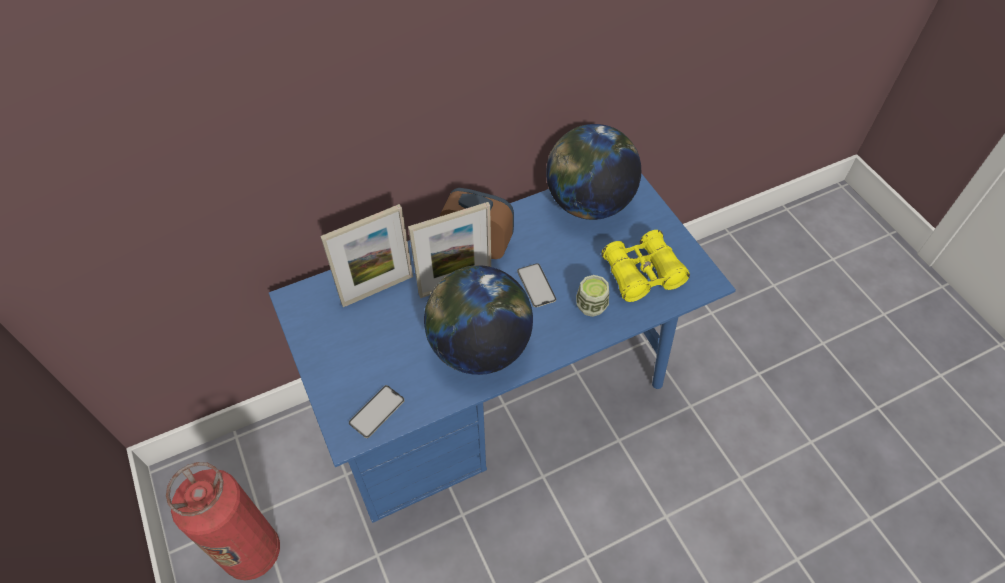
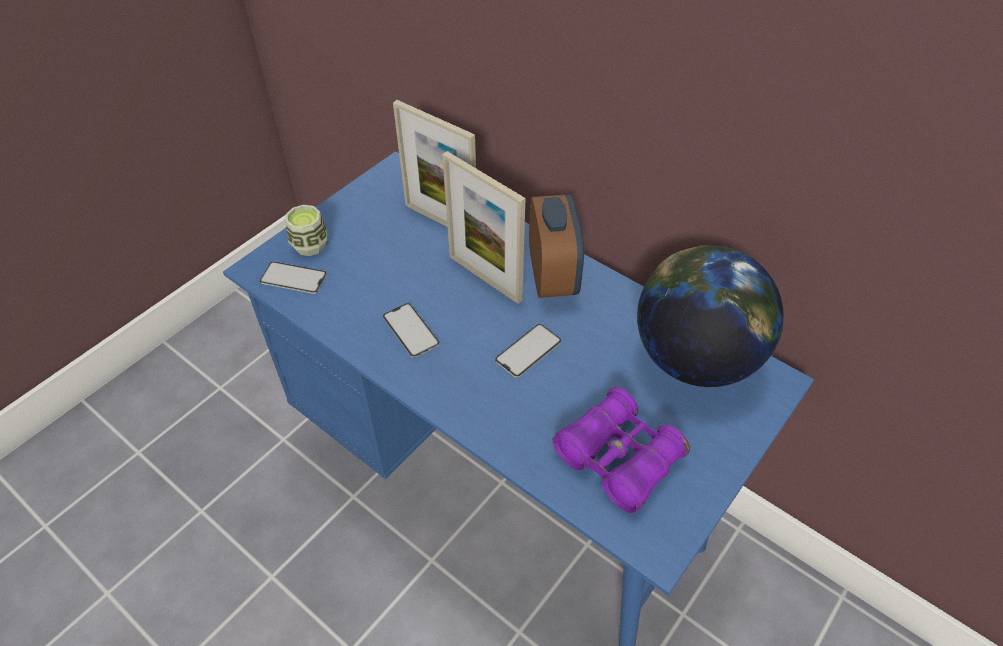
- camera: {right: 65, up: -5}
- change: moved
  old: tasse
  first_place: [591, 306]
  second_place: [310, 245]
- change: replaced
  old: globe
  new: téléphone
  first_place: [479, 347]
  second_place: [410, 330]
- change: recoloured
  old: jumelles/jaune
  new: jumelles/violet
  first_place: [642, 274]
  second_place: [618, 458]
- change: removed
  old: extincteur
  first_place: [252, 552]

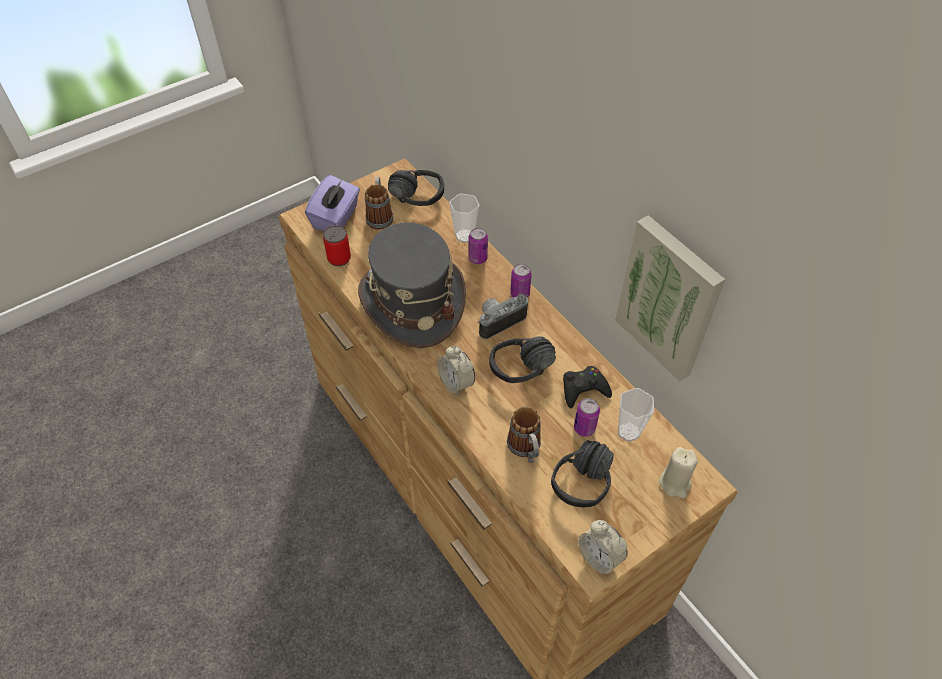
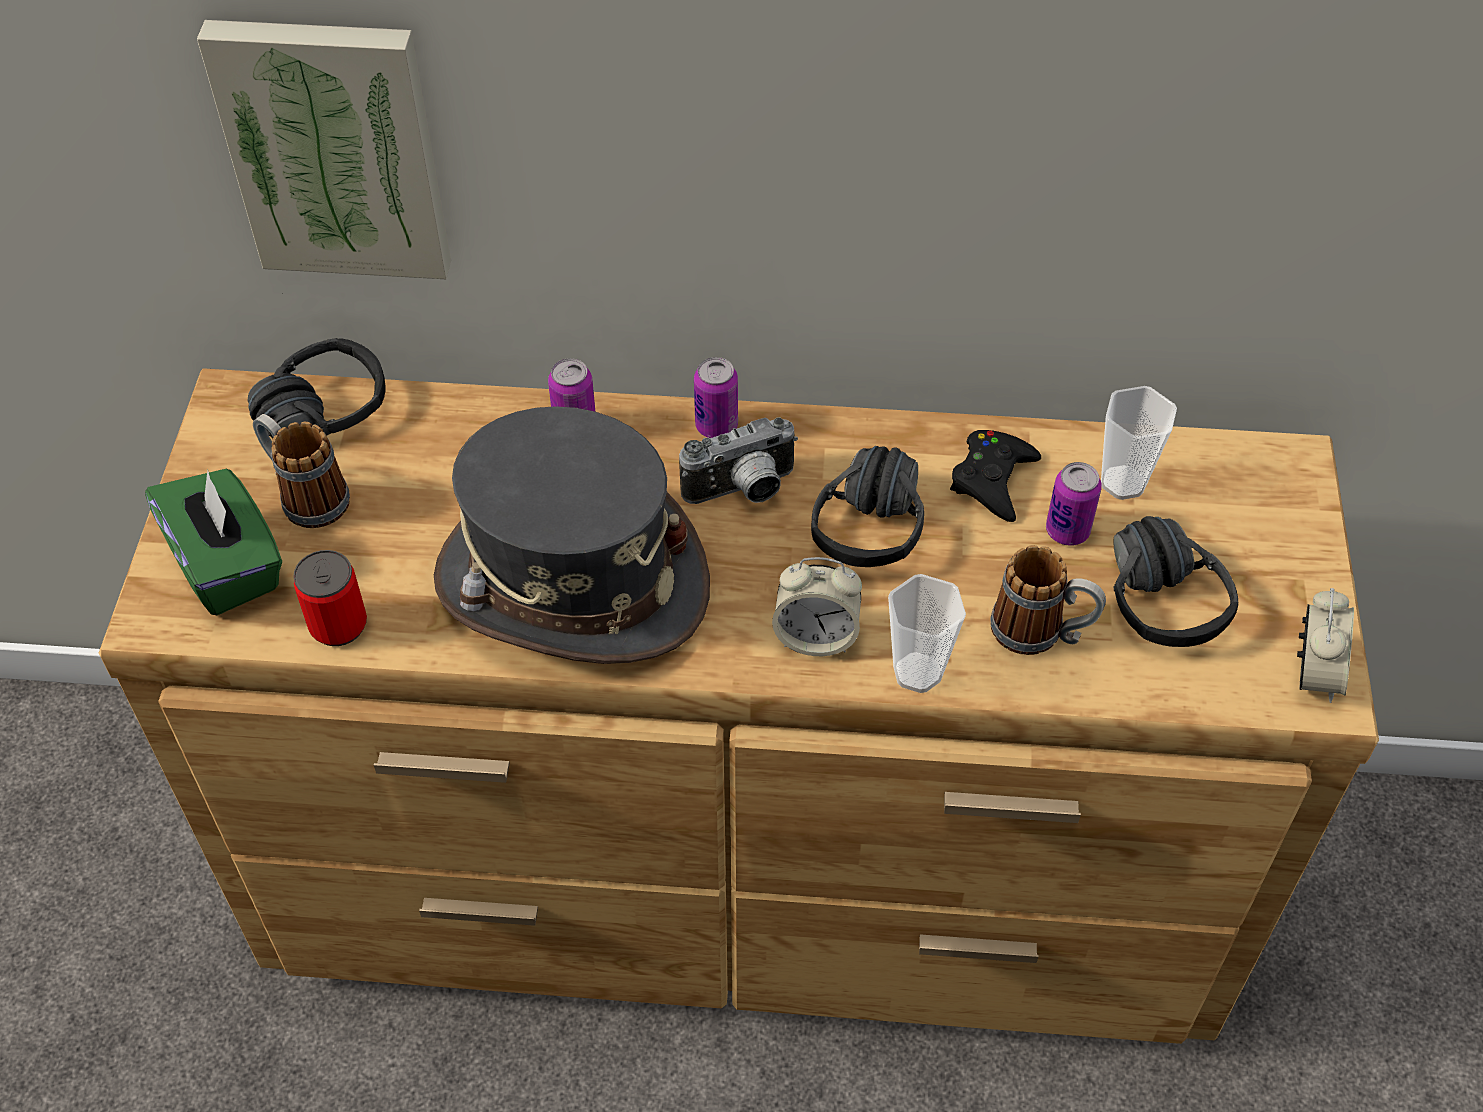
- camera: {right: -50, up: 0}
- change: recoloured
  old: boîte à mouchoirs/violet
  new: boîte à mouchoirs/vert
  first_place: [336, 218]
  second_place: [228, 565]
- change: moved
  old: tableau
  first_place: [670, 298]
  second_place: [335, 147]
- change: turned
  old: appareil photo
  first_place: [499, 321]
  second_place: [743, 491]
  degrees: -120
- change: moved
  old: tasse
  first_place: [464, 236]
  second_place: [917, 672]
- change: turned
  old: réveil
  first_place: [599, 557]
  second_place: [1314, 674]
  degrees: -75
- change: removed
  old: bougie/beige
  first_place: [675, 483]

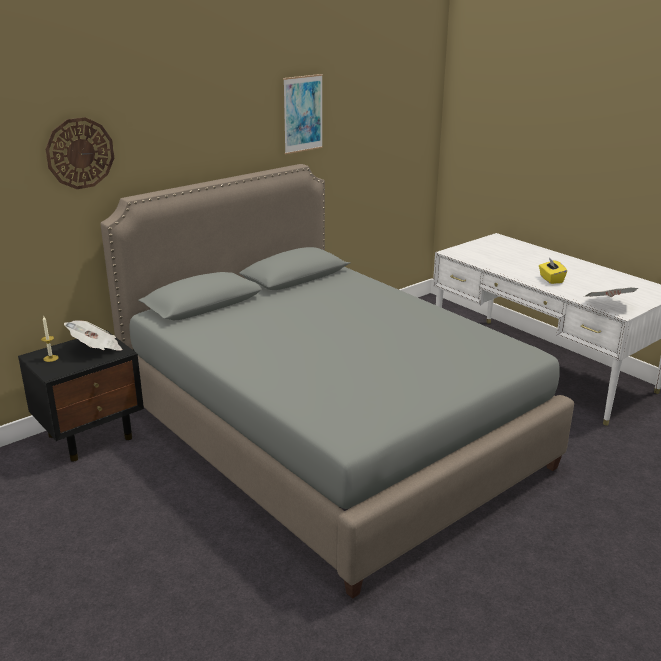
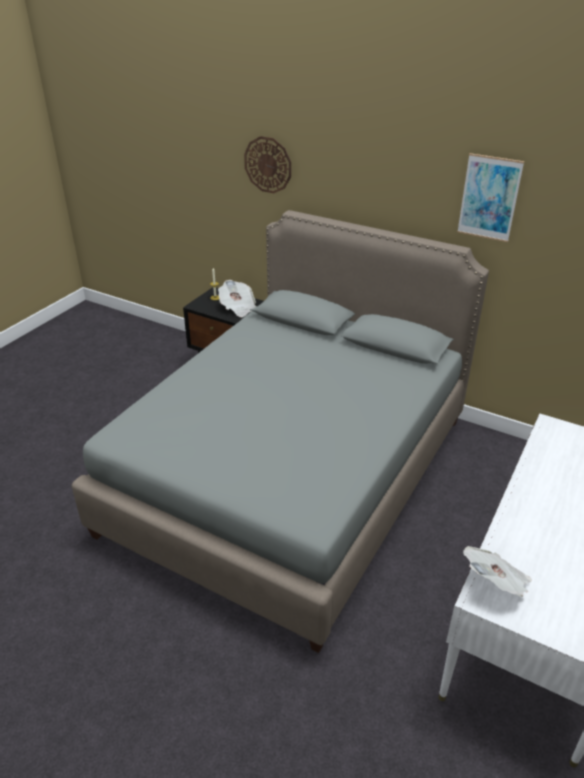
- camera: {right: 70, up: 10}
- change: removed
  old: boîte à mouchoirs/jaune
  first_place: [551, 279]

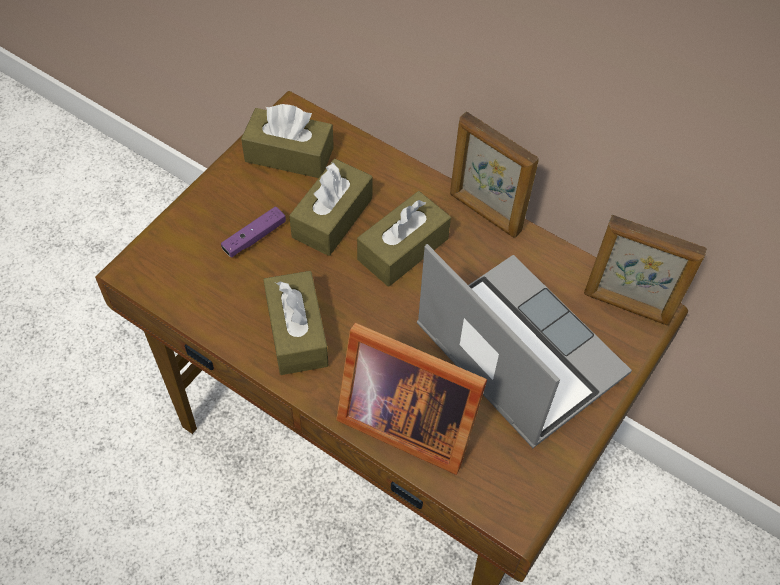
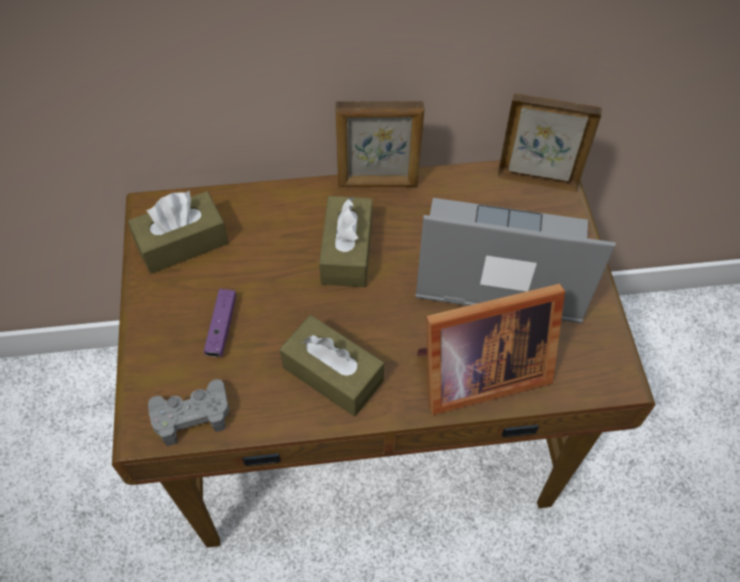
- camera: {right: -40, up: 0}
- change: added
  new: manette/gris
  second_place: [192, 415]
- change: turned
  old: cadre photo
  first_place: [627, 306]
  second_place: [536, 180]
  degrees: -150
- change: removed
  old: boîte à mouchoirs/marron
  first_place: [332, 218]

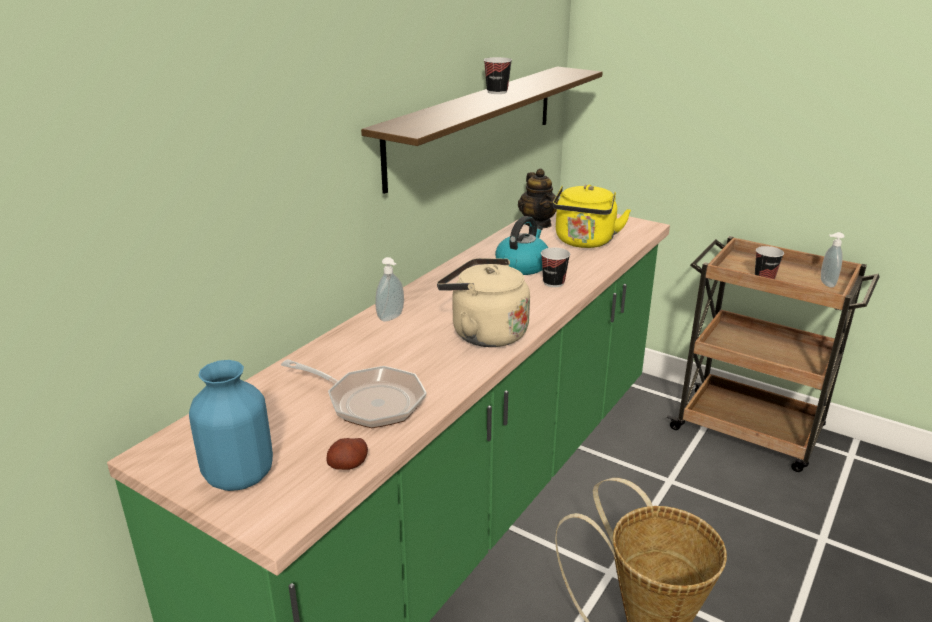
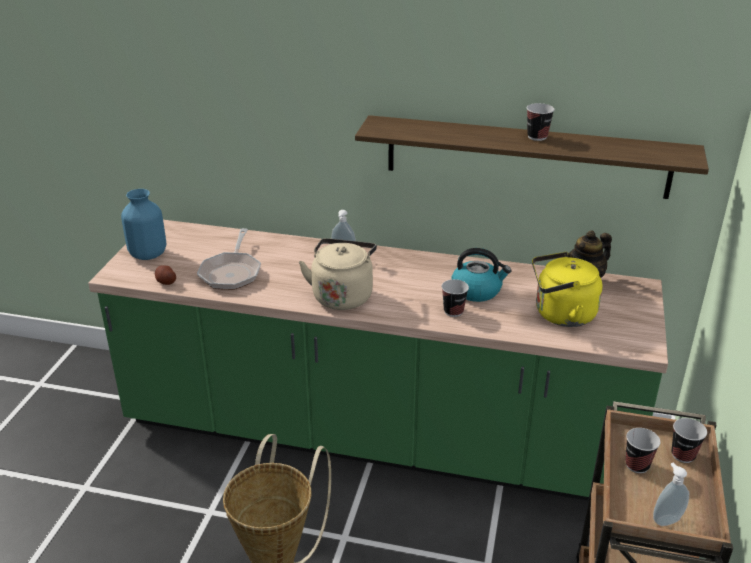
- camera: {right: 70, up: 5}
- change: added
  new: tasse
  second_place: [683, 455]

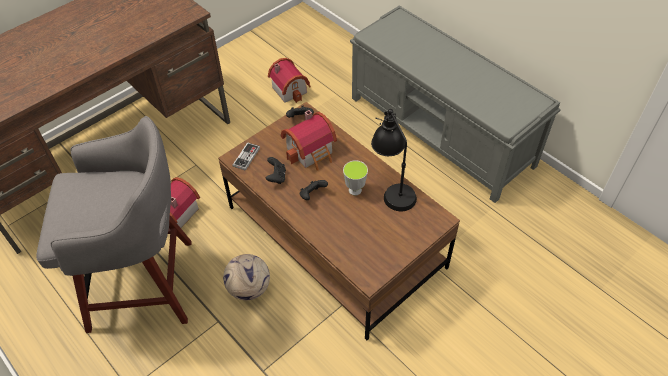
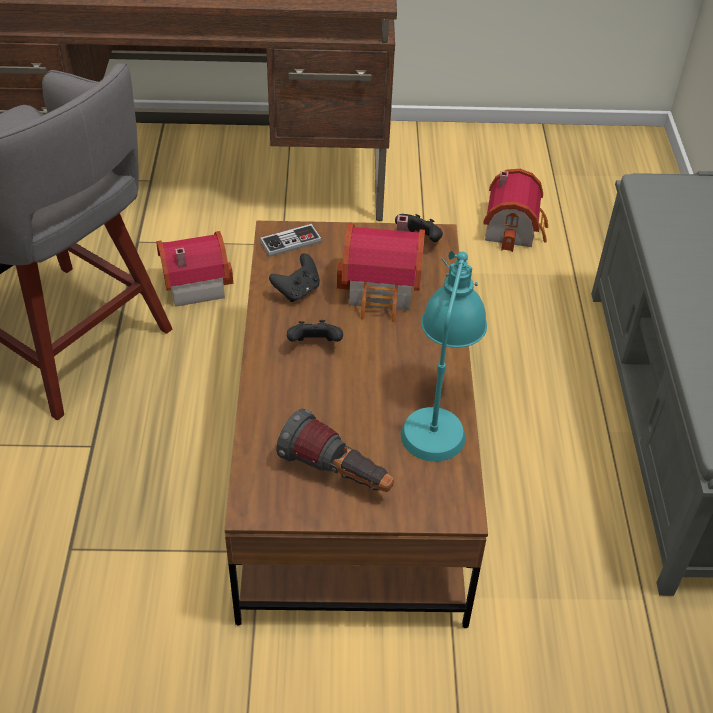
- camera: {right: 40, up: -5}
- change: added
  new: lampe de poche
  second_place: [337, 474]
- change: recoloured
  old: lampe de table/noir
  new: lampe de table/turquoise
  first_place: [392, 188]
  second_place: [437, 414]
- change: removed
  old: ballon de foot
  first_place: [248, 288]
- change: removed
  old: tasse
  first_place: [355, 190]

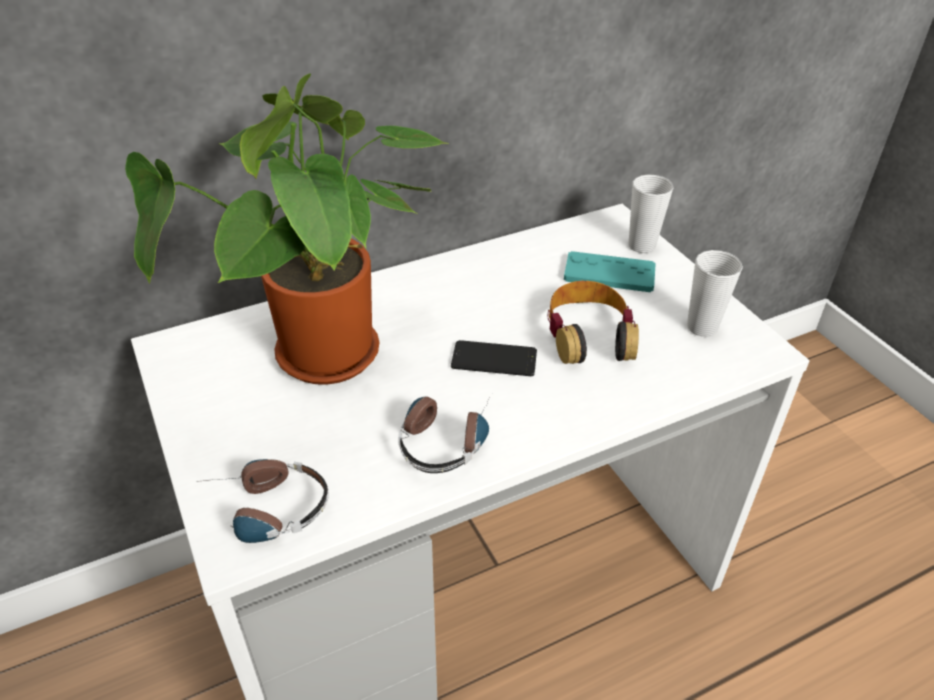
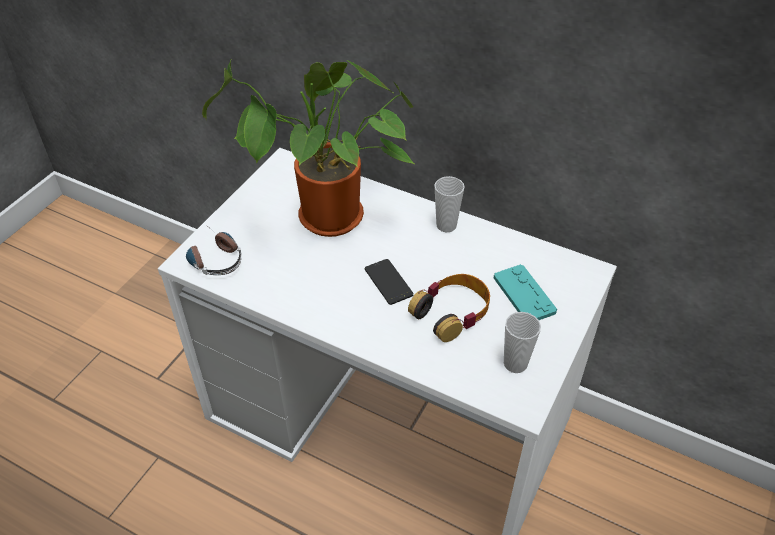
- camera: {right: 55, up: 5}
- change: moved
  old: tasse
  first_place: [641, 245]
  second_place: [446, 225]
- change: removed
  old: casque audio
  first_place: [446, 436]

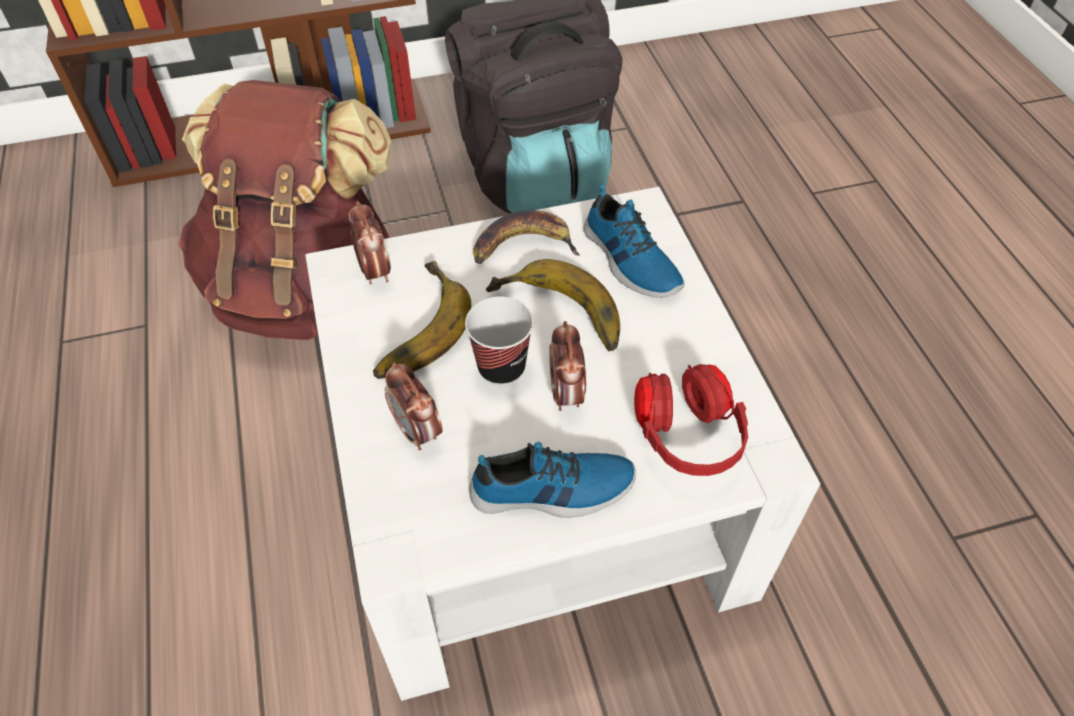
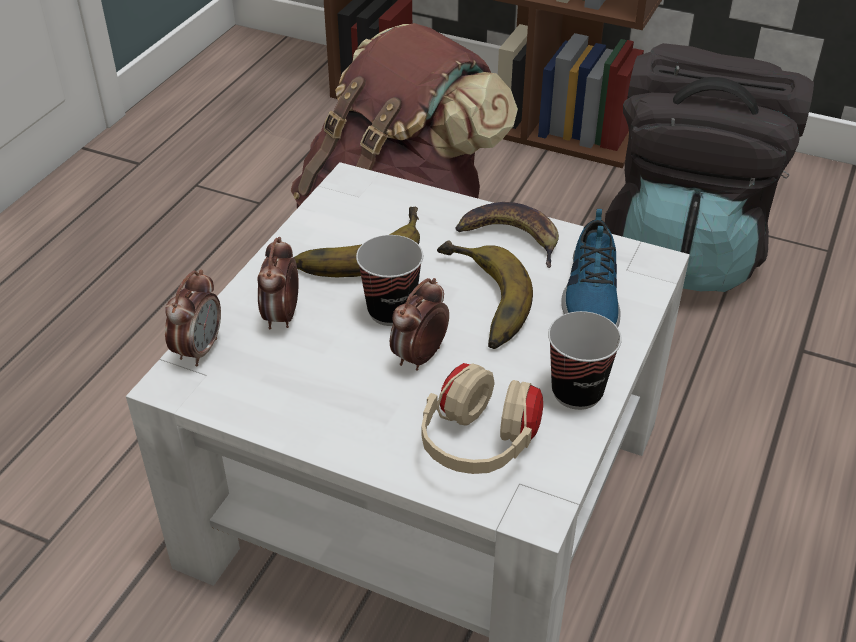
- camera: {right: 40, up: -10}
- change: moved
  old: réveil
  first_place: [374, 271]
  second_place: [199, 350]
- change: recoloured
  old: casque audio/rouge
  new: casque audio/beige
  first_place: [686, 437]
  second_place: [479, 445]
- change: added
  new: tasse
  second_place: [577, 392]
- change: removed
  old: chaussure
  first_place: [552, 491]

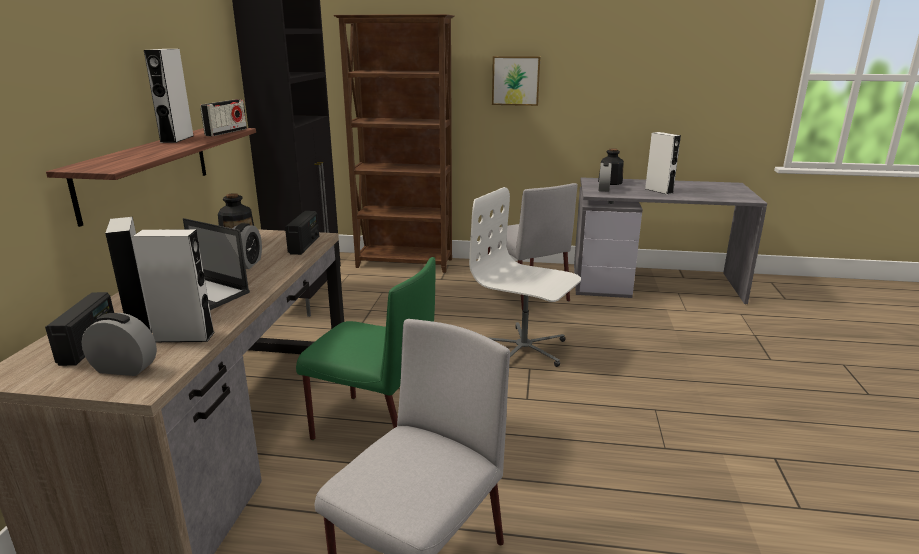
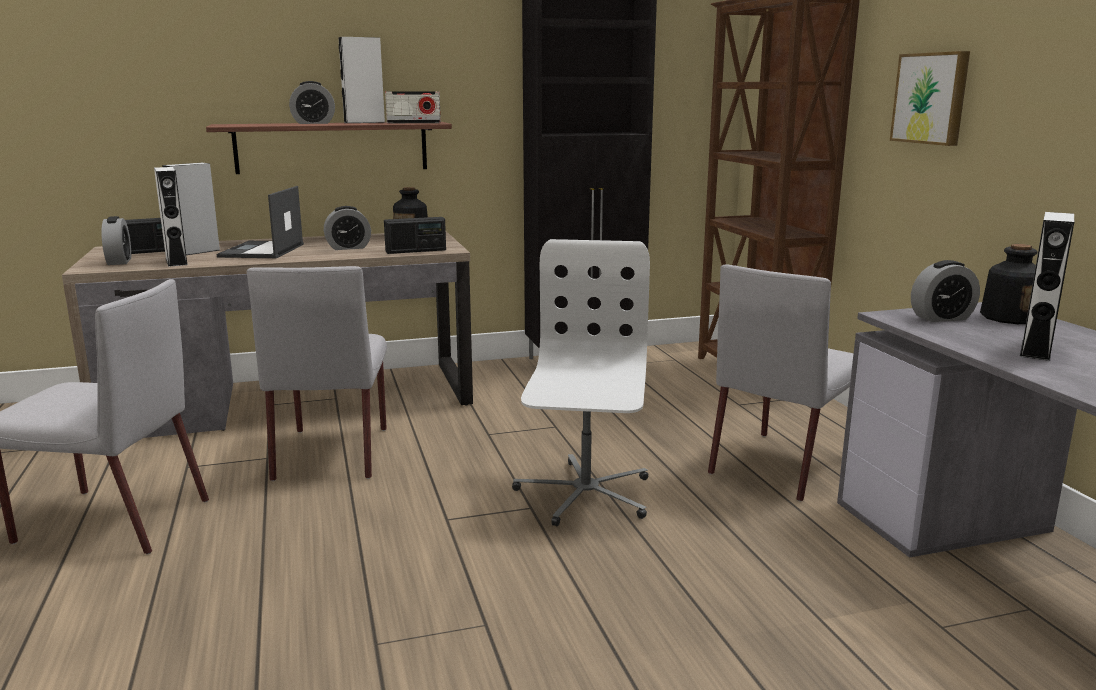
- camera: {right: 65, up: -5}
- change: recoloured
  old: chaise/vert
  new: chaise/gris
  first_place: [375, 428]
  second_place: [332, 452]
- change: added
  new: réveil
  second_place: [313, 123]

